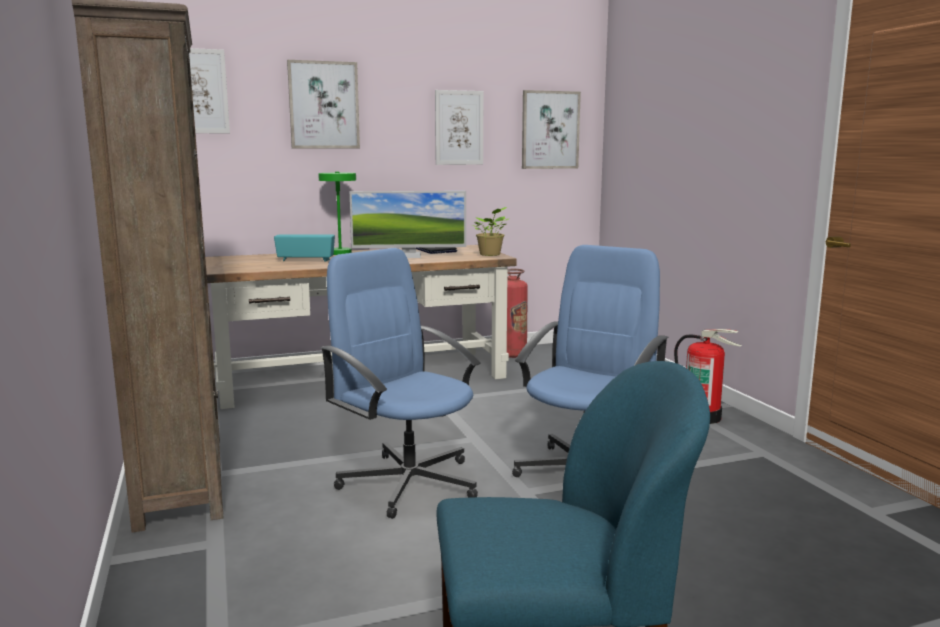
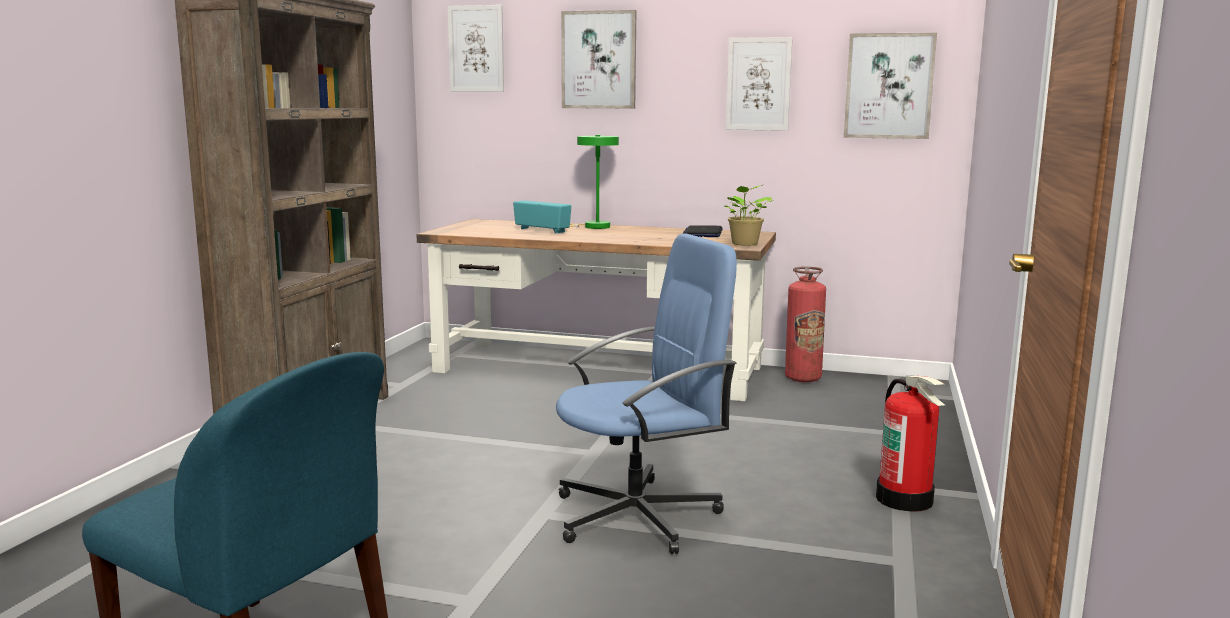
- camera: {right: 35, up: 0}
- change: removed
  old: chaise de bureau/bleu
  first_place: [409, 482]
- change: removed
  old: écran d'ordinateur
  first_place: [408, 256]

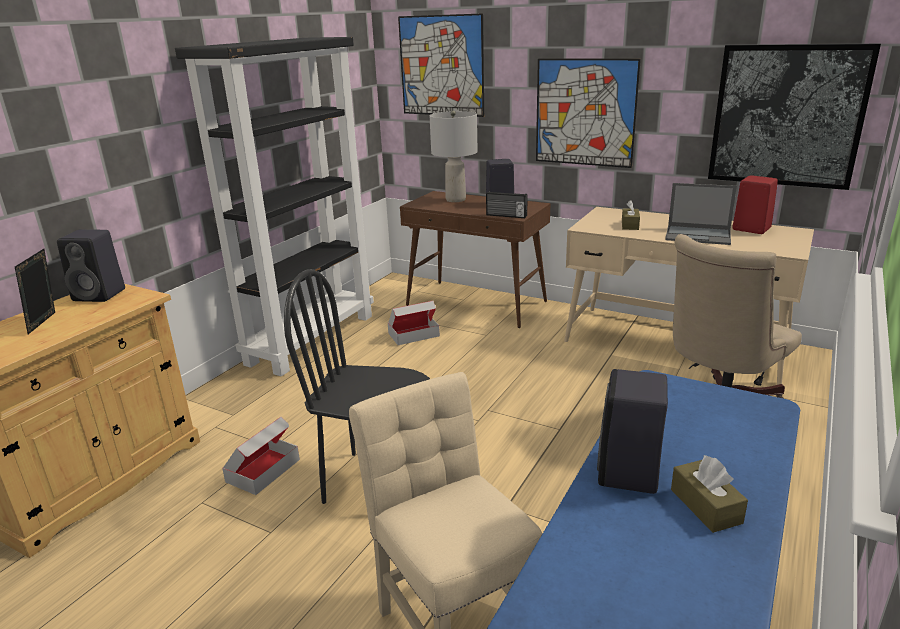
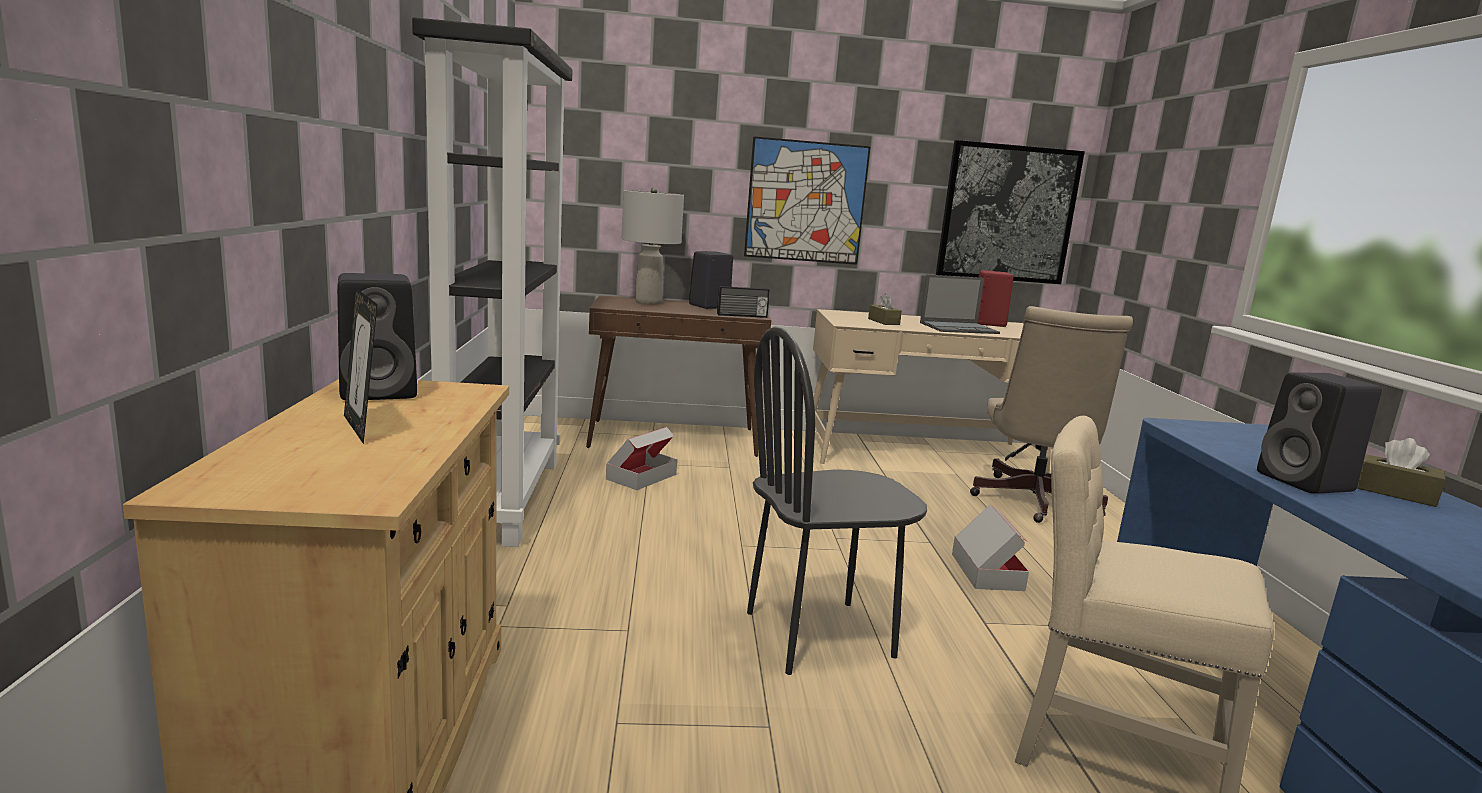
- camera: {right: -35, up: -10}
- change: moved
  old: carton
  first_place: [263, 470]
  second_place: [986, 571]
- change: removed
  old: tableau
  first_place: [441, 66]

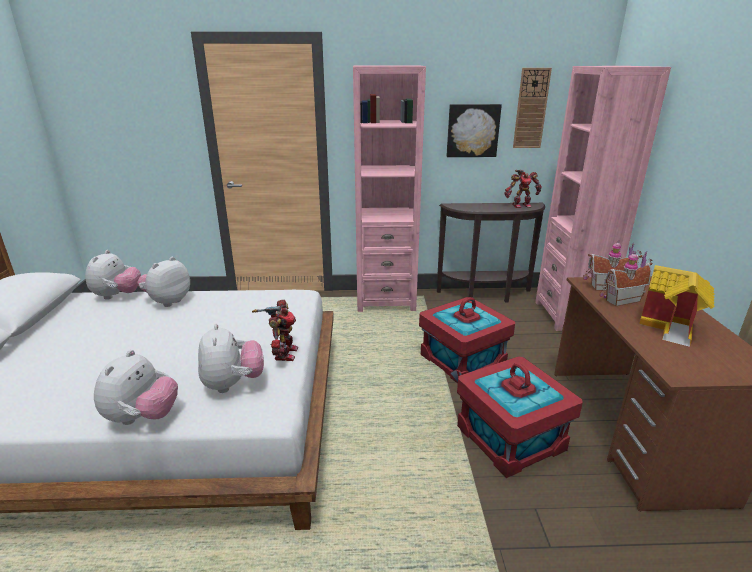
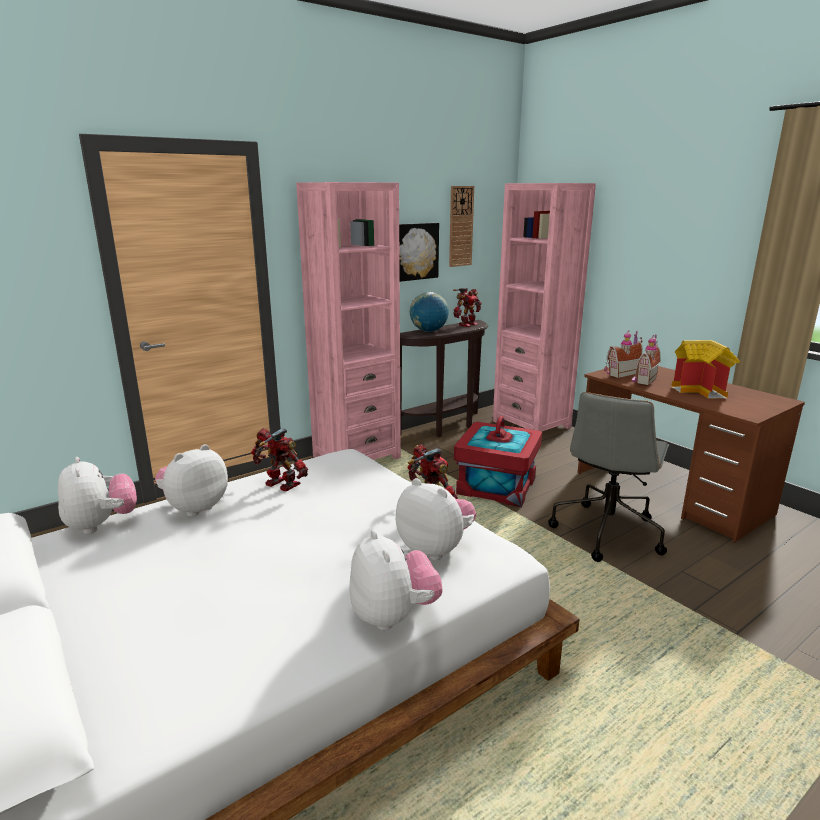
- camera: {right: -35, up: -5}
- change: turned
  old: peluche
  first_place: [168, 301]
  second_place: [194, 508]
  degrees: 45
- change: added
  new: robot jouet
  second_place: [281, 485]
- change: added
  new: globe
  second_place: [428, 331]
- change: replaced
  old: boîte de rangement/rouge
  new: chaise de bureau/gris
  first_place: [509, 438]
  second_place: [607, 531]

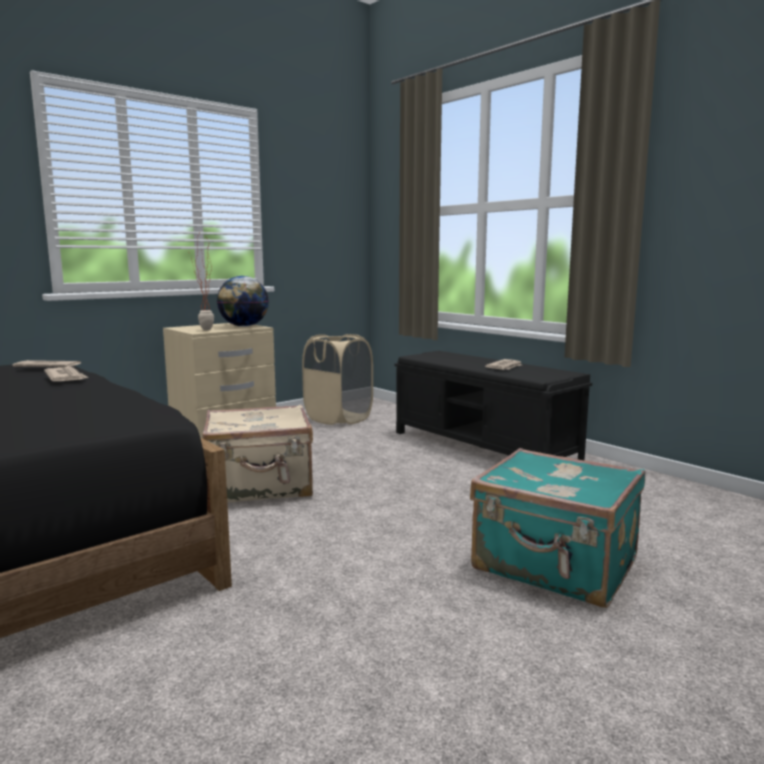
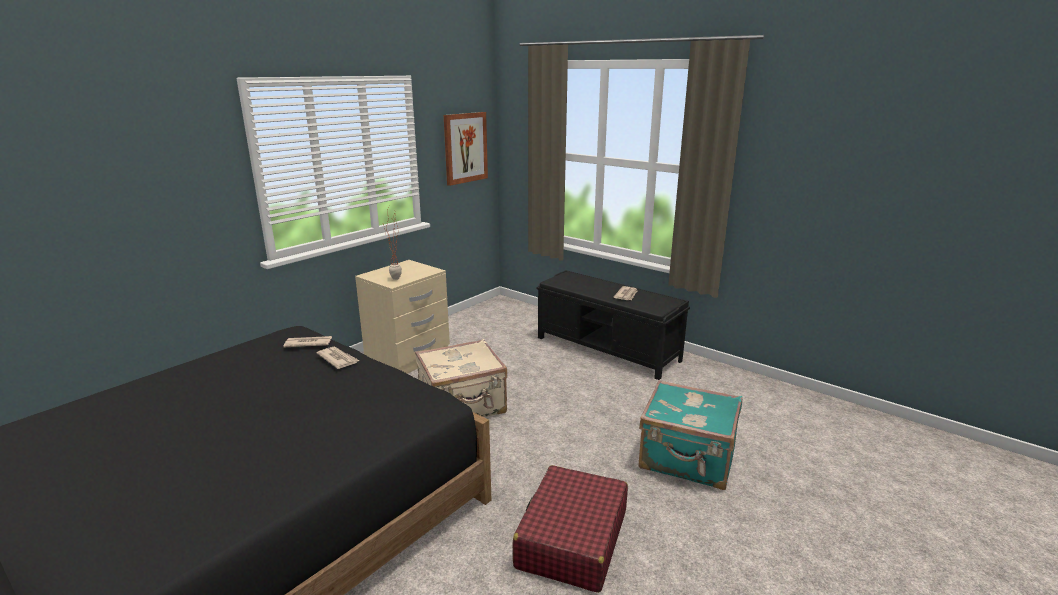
- camera: {right: -10, up: 10}
- change: added
  new: tableau
  second_place: [465, 148]
- change: added
  new: valise/rouge
  second_place: [571, 540]
- change: removed
  old: globe
  first_place: [243, 326]
- change: removed
  old: panier à linge/beige
  first_place: [338, 418]

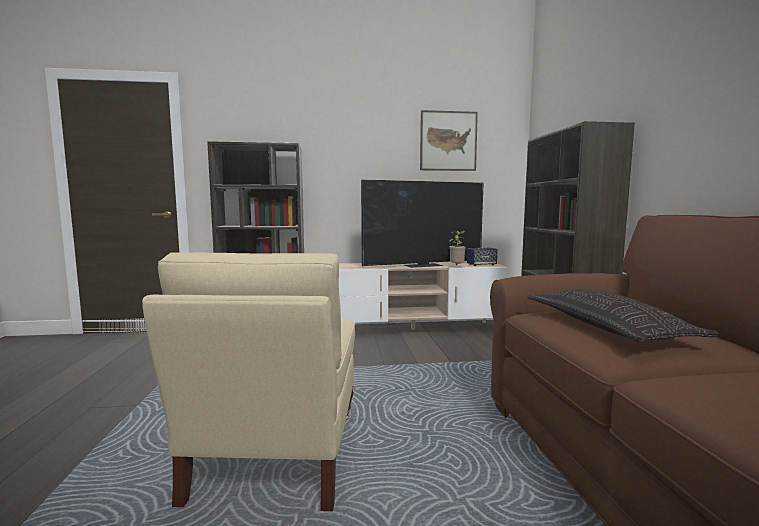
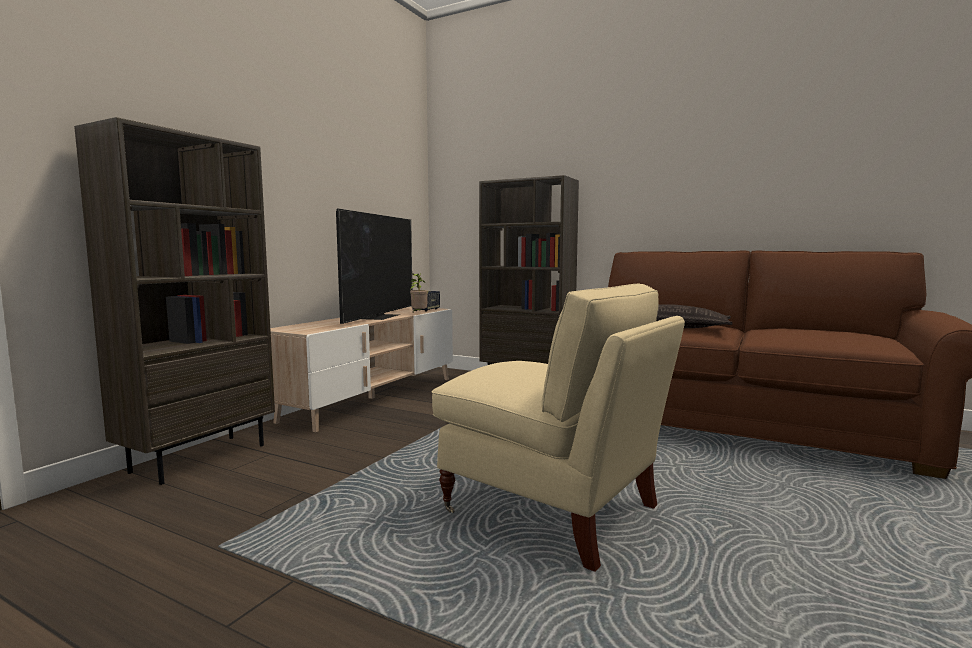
- camera: {right: -55, up: 0}
- change: removed
  old: tableau
  first_place: [448, 141]

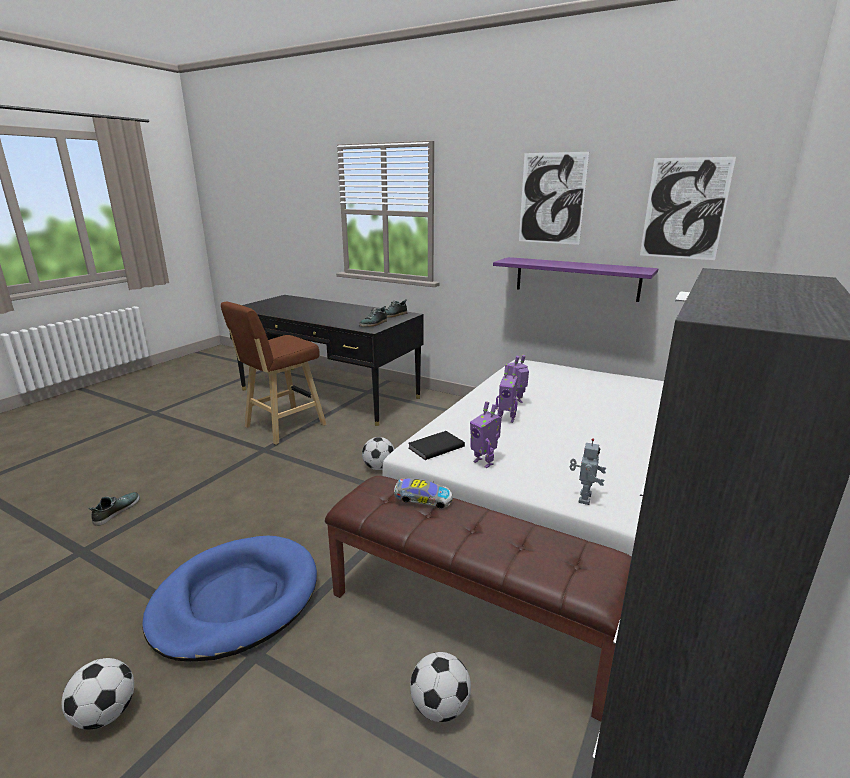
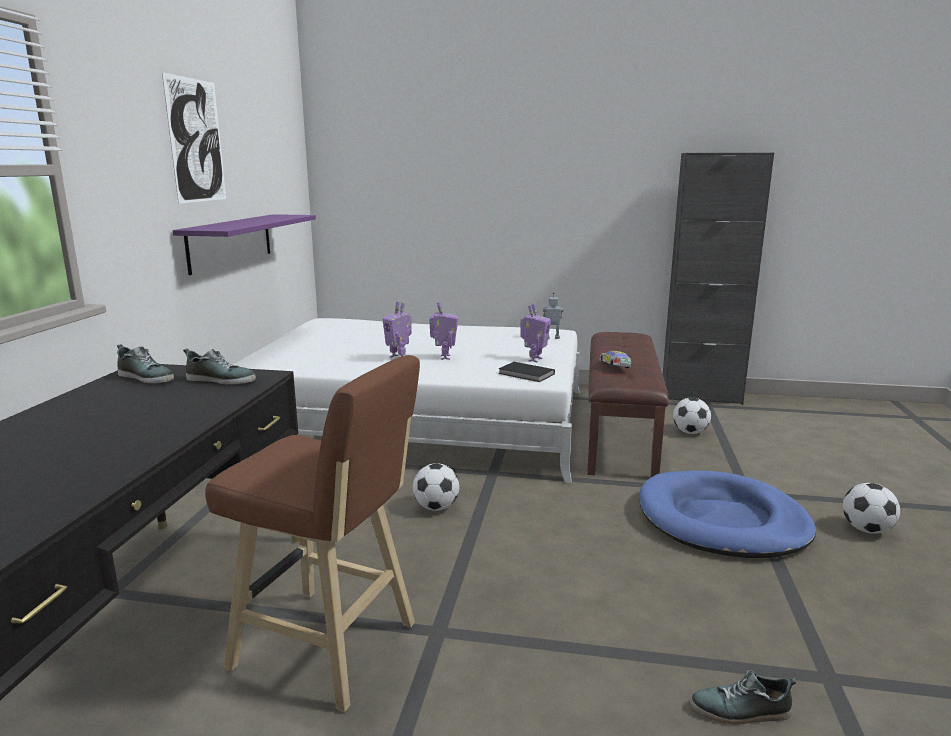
- camera: {right: -110, up: -5}
- change: removed
  old: tableau
  first_place: [684, 209]

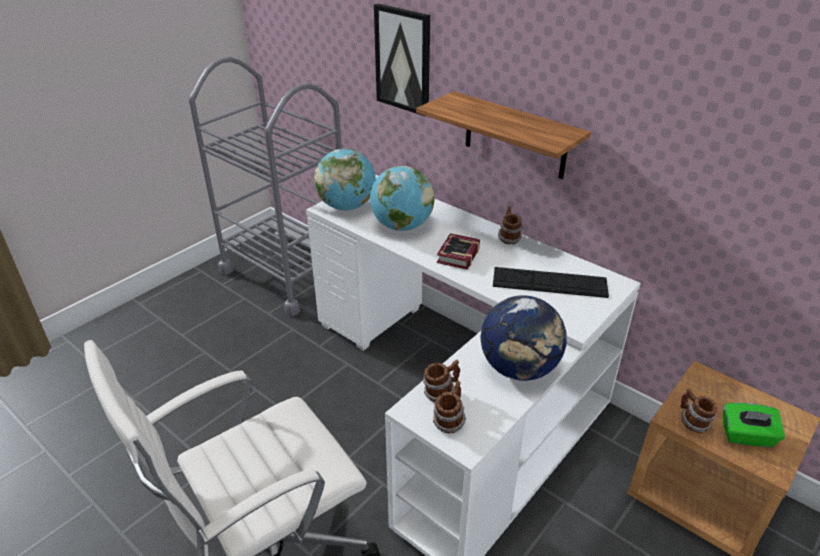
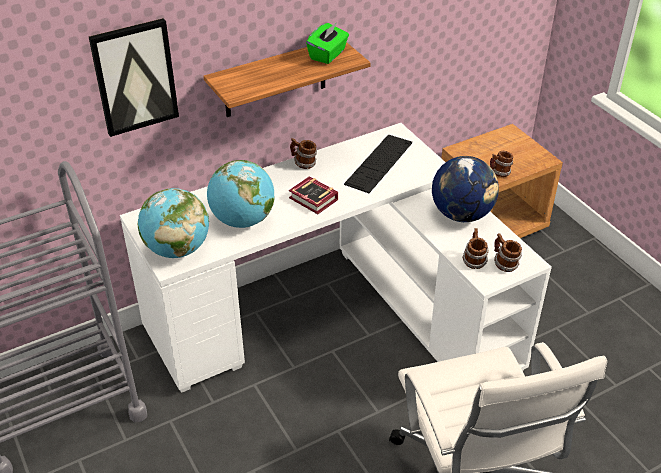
- camera: {right: -70, up: 5}
- change: moved
  old: boîte à mouchoirs/vert
  first_place: [747, 436]
  second_place: [328, 55]

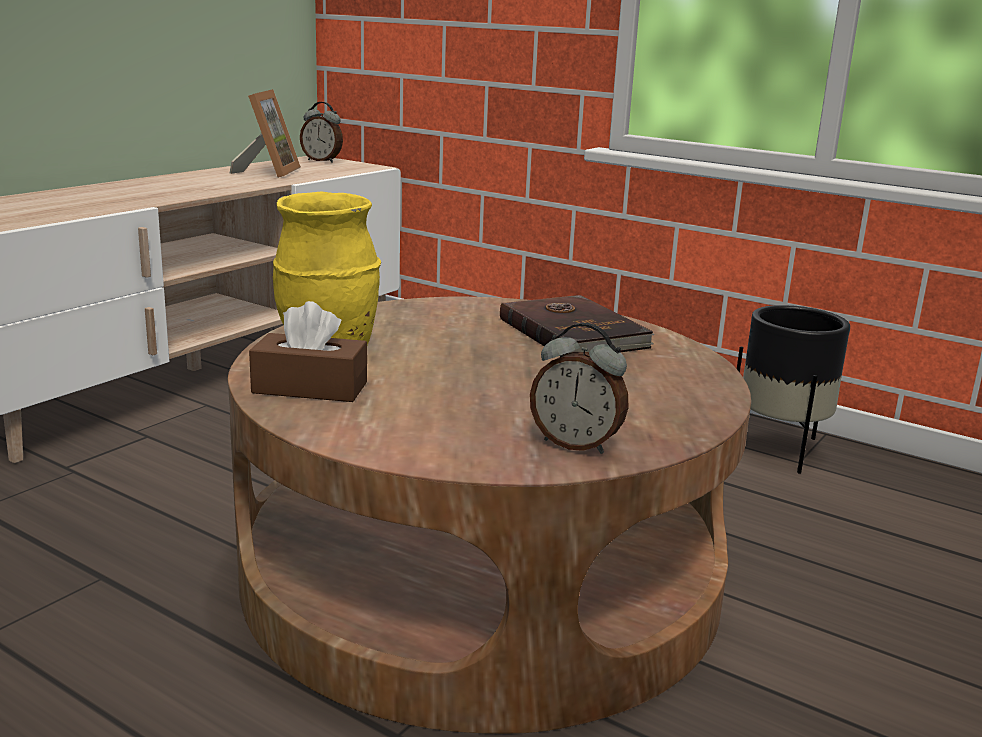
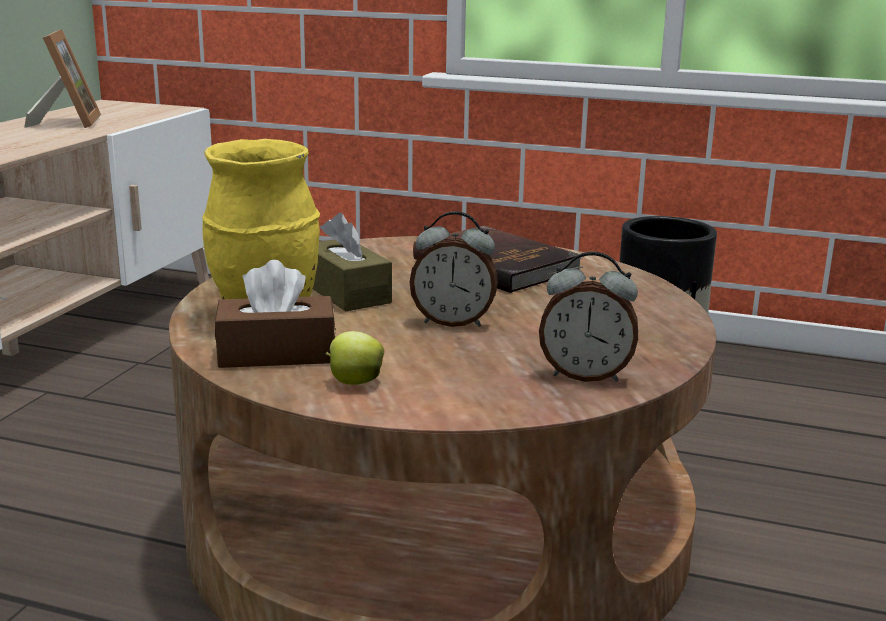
- camera: {right: -15, up: 0}
- change: added
  new: boîte à mouchoirs/marron
  second_place: [346, 293]
- change: added
  new: pomme
  second_place: [354, 382]
- change: moved
  old: réveil
  first_place: [322, 161]
  second_place: [453, 322]

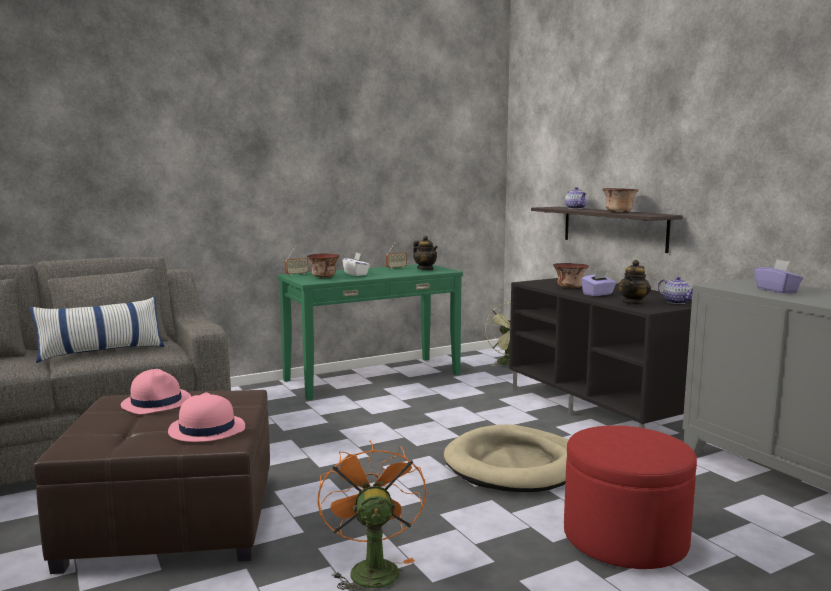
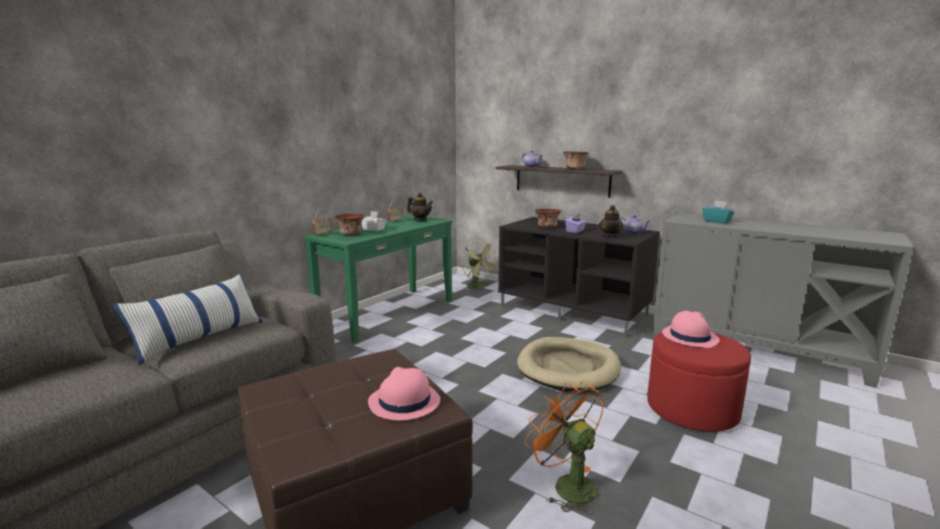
- camera: {right: -25, up: 5}
- change: moved
  old: chapeau/rose
  first_place: [156, 402]
  second_place: [689, 337]
- change: recoloured
  old: boîte à mouchoirs/violet
  new: boîte à mouchoirs/turquoise
  first_place: [777, 290]
  second_place: [716, 221]

